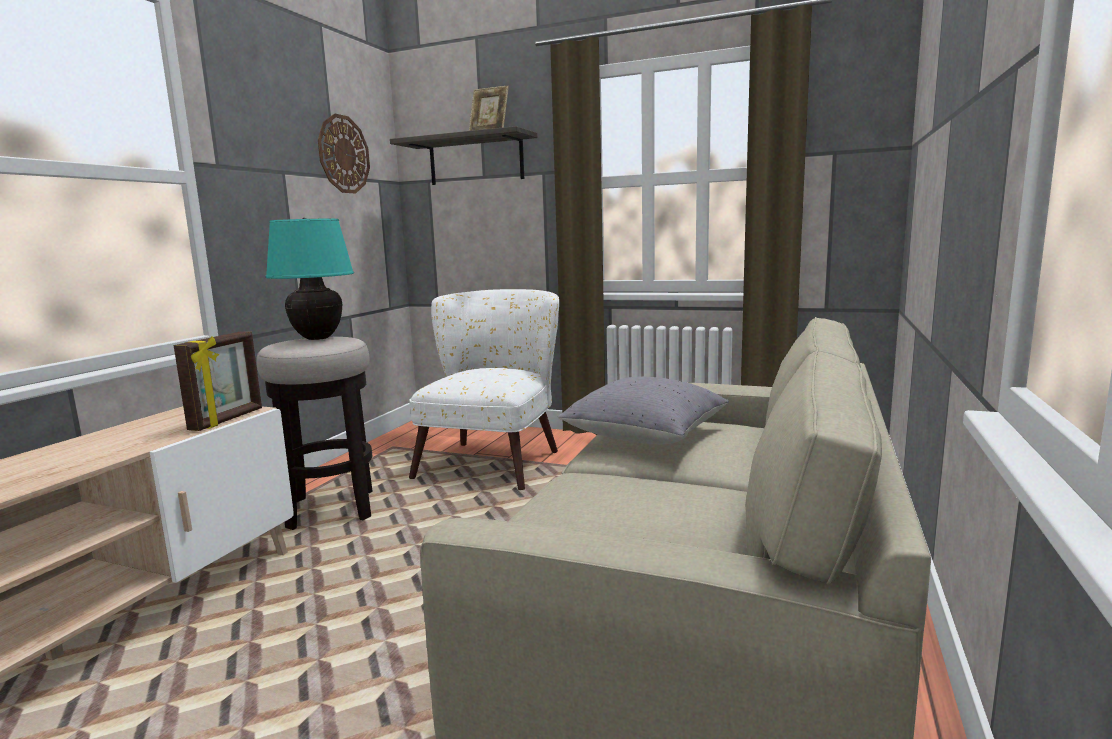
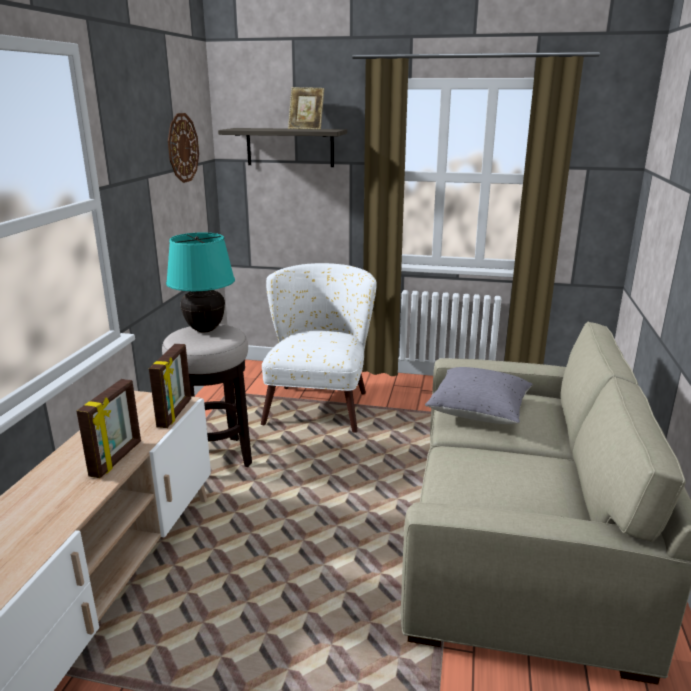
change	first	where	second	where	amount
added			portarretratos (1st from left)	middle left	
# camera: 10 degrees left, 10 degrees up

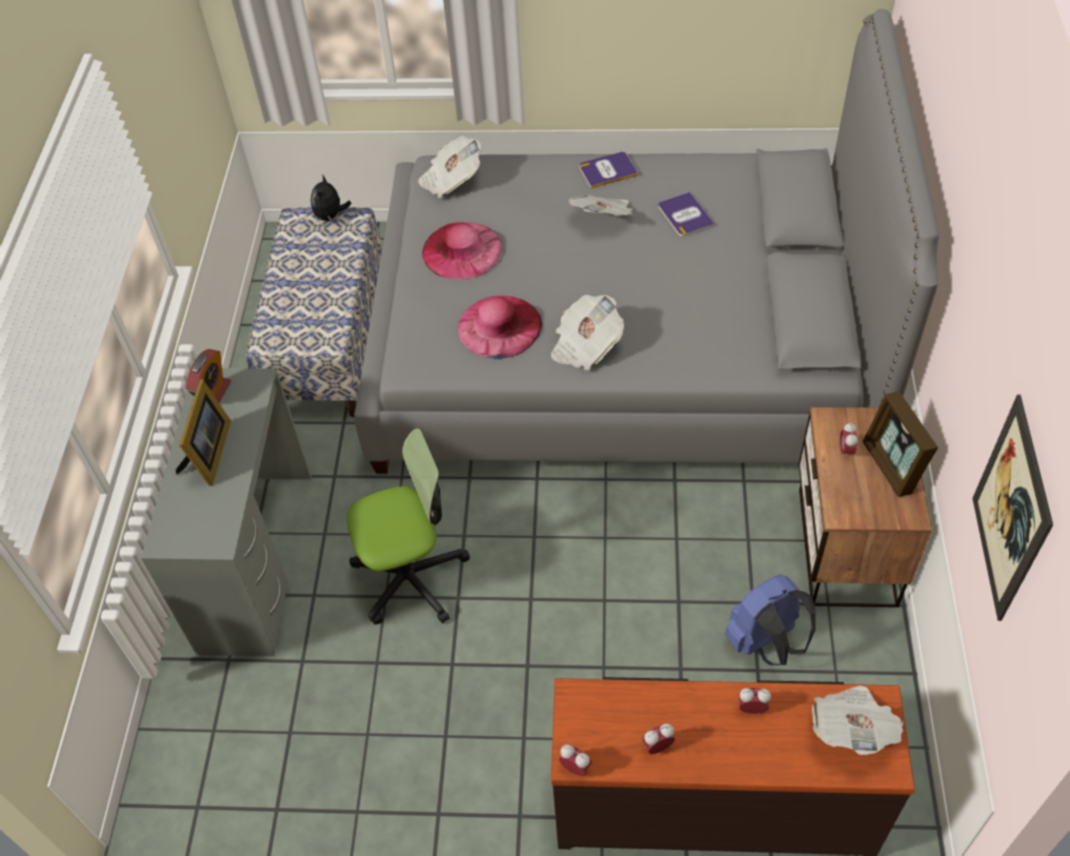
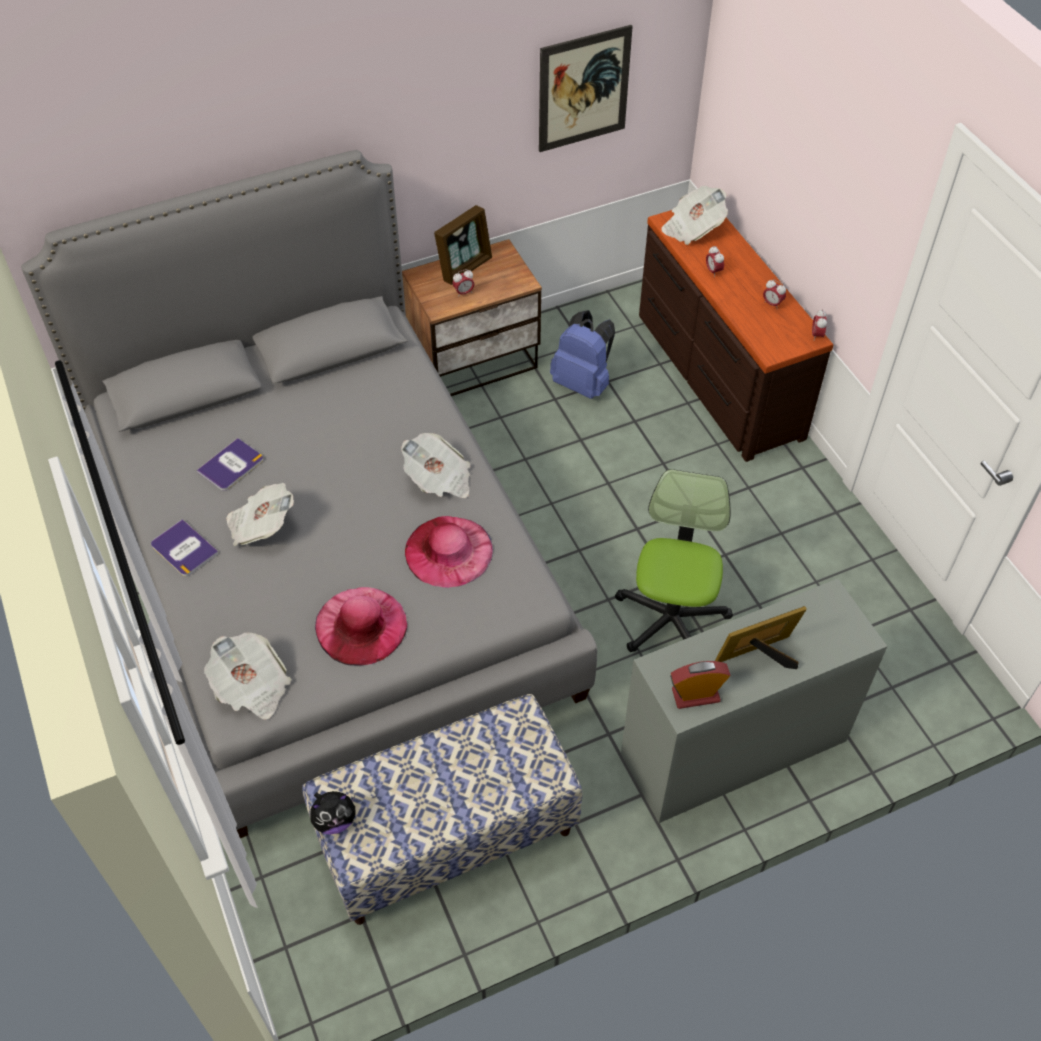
change	first	where	second	where	amount
turned	silla de oficina	centre		centre	60 degrees clockwise
# camera: 120 degrees left, 0 degrees up

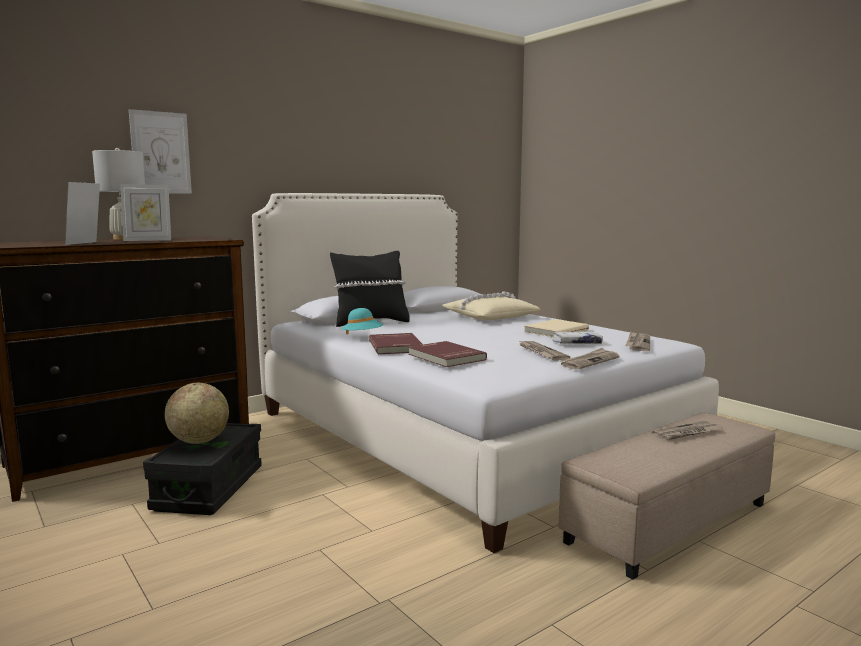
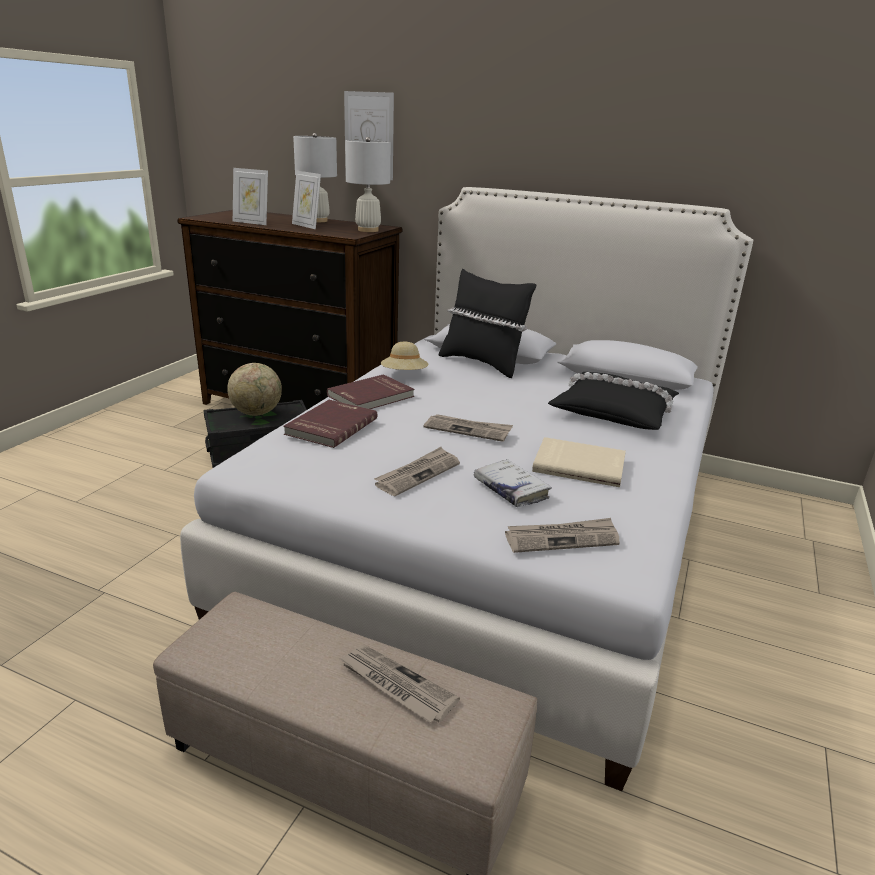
change	first	where	second	where	amount
turned	portarretratos (1st from left)	top left		top left	135 degrees counterclockwise
recoloured	sombrero/turquesa	centre	sombrero/beis	centre	
recoloured	cojín/beis	centre	cojín/negro (2nd from left)	middle right	
moved	periódico (2nd from left in the first image)	middle right	periódico (3rd from left)	centre	
added			lámpara de mesa/blanco (2nd from left)	top centre	
# camera: 60 degrees right, 15 degrees up

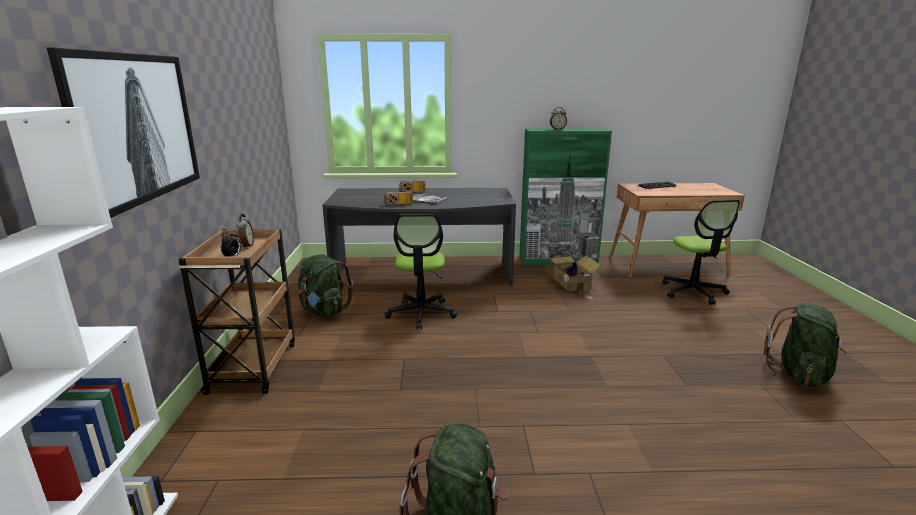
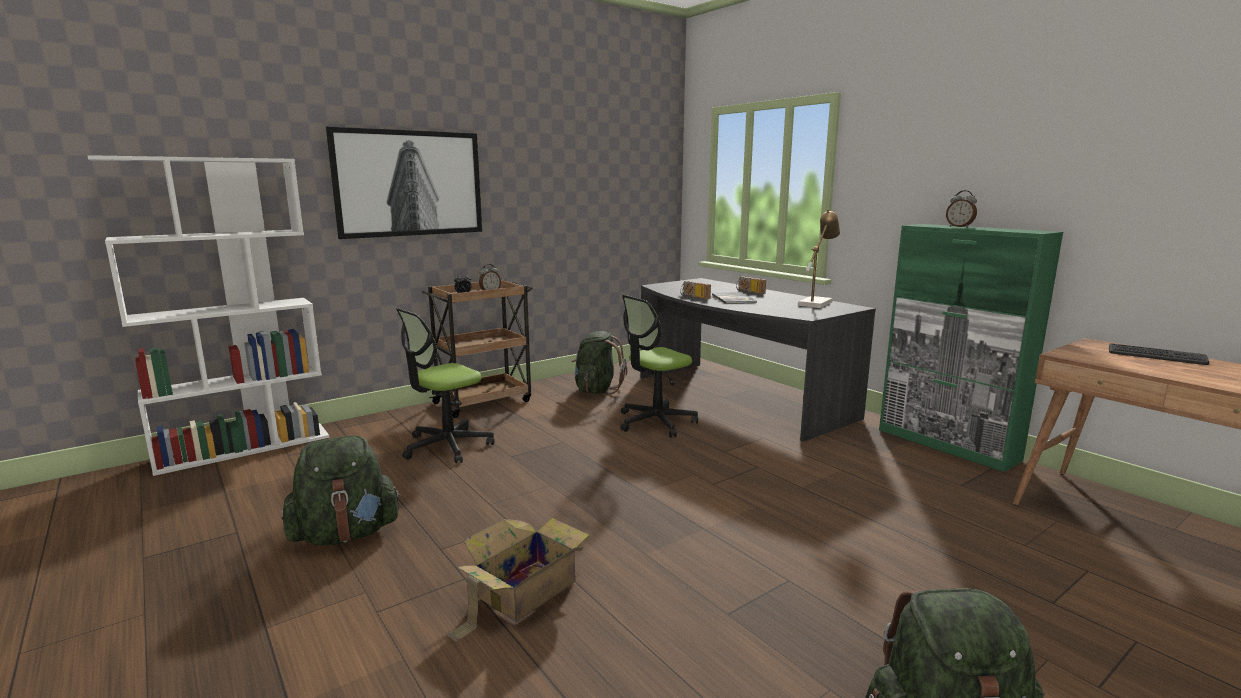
change	first	where	second	where	amount
moved	caja de cartón	centre		bottom centre	
moved	silla de oficina (2nd from left in the first image)	middle right	silla de oficina (1st from left)	centre	
added			lámpara de mesa	centre	
# camera: 55 degrees right, 5 degrees down

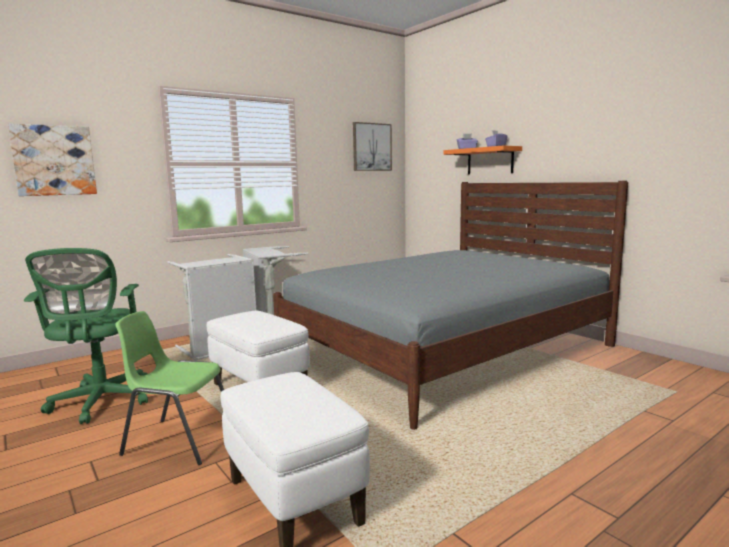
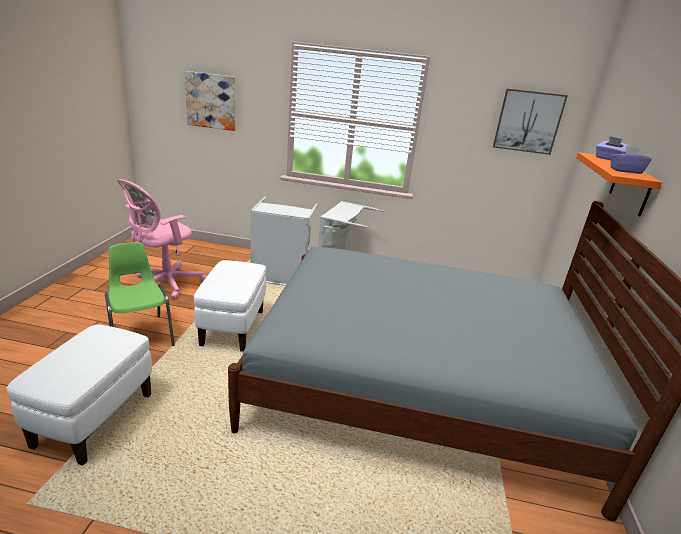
change	first	where	second	where	amount
recoloured	silla de oficina/verde	middle left	silla de oficina/rosa	middle left	
# camera: 45 degrees right, 15 degrees up

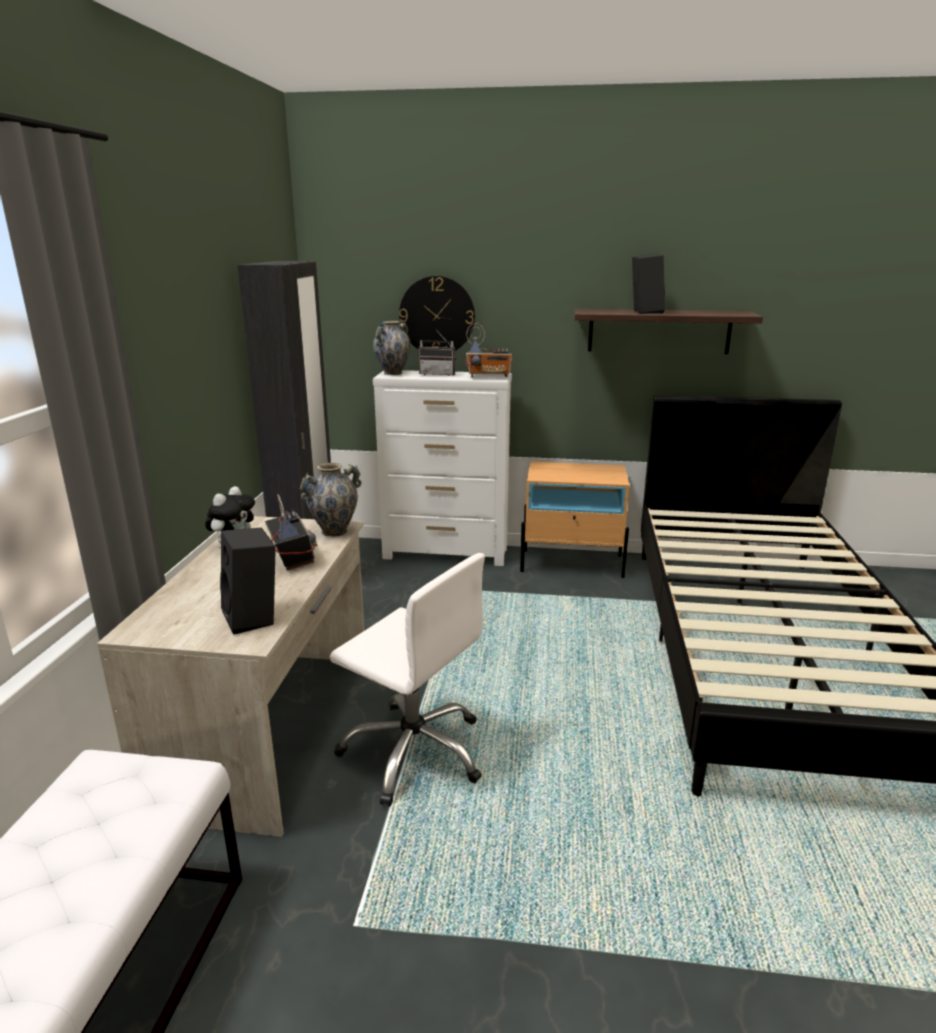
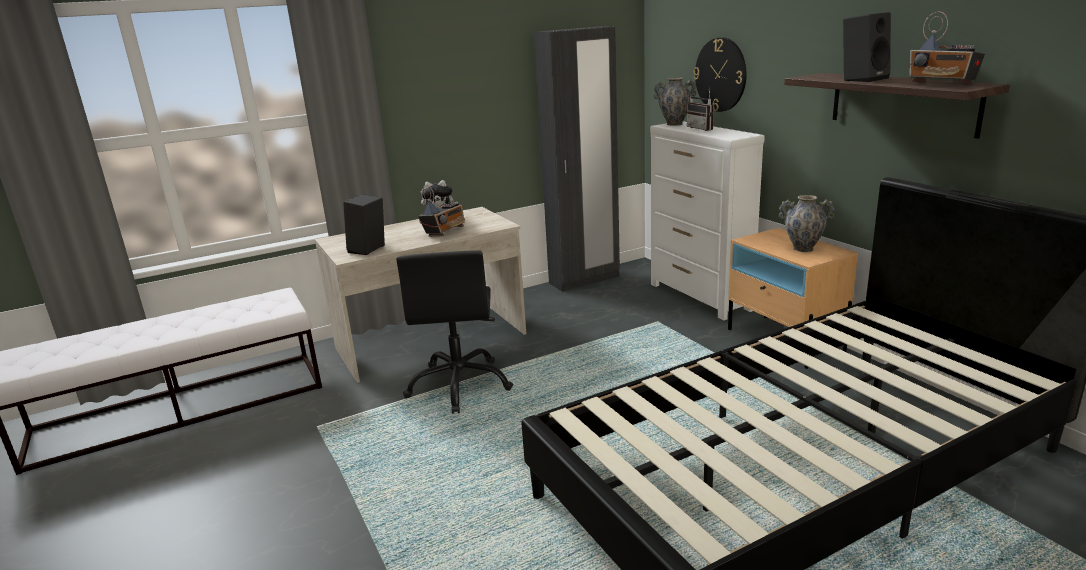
change	first	where	second	where	amount
moved	florero (1st from left in the first image)	centre	florero (2nd from left)	middle right	
recoloured	silla de oficina/blanco	centre	silla de oficina/negro	centre	
moved	radio (3rd from left)	centre		top right	
# camera: 55 degrees right, 0 degrees up

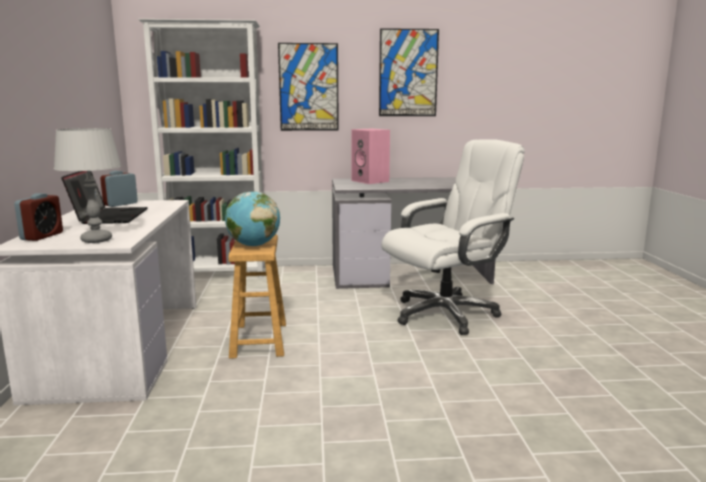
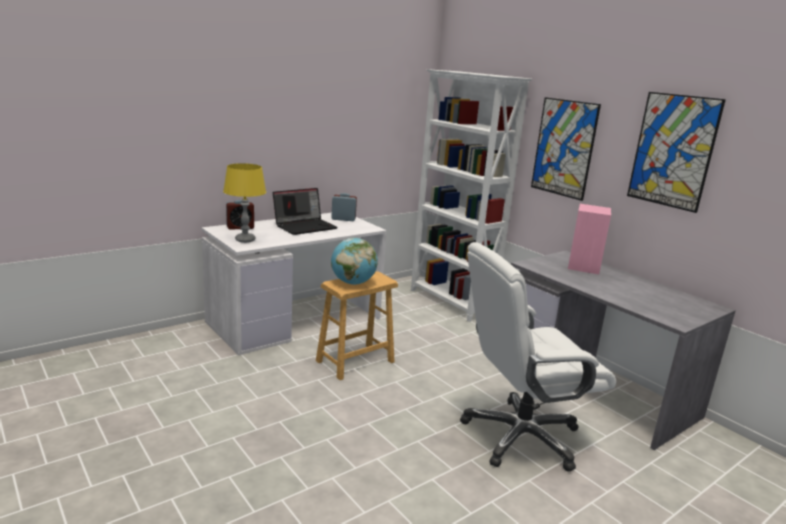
change	first	where	second	where	amount
recoloured	lámpara de mesa/gris	middle left	lámpara de mesa/amarillo	middle left	
turned	silla de oficina/blanco	centre		bottom right	135 degrees clockwise
# camera: 55 degrees right, 5 degrees up

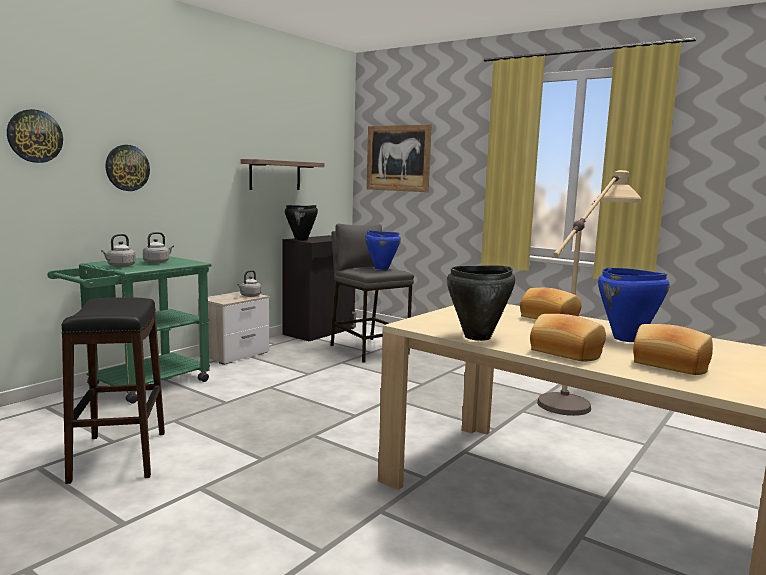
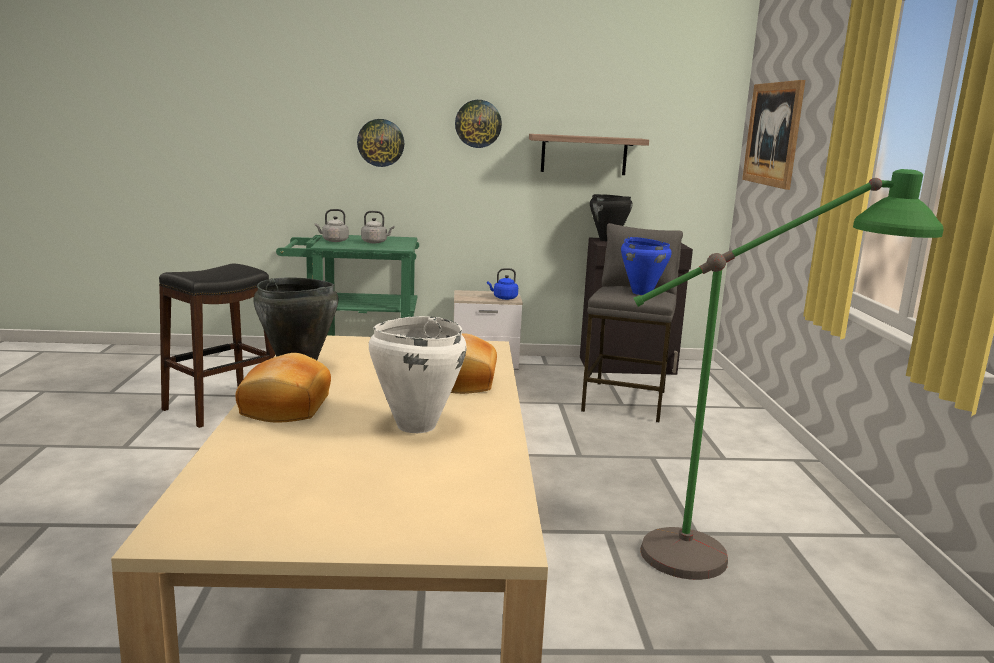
change	first	where	second	where	amount
moved	reloj de pared (1st from left in the first image)	top left	reloj de pared (2nd from left)	top centre	
recoloured	hervidor/gris (3rd from left)	middle left	hervidor/azul	centre	
recoloured	lámpara de pie/beis	middle right	lámpara de pie/verde	middle right	
recoloured	olla/azul (2nd from left)	middle right	olla/blanco	centre	
removed	pan (3rd from left)	middle right			
# camera: 50 degrees right, 5 degrees up

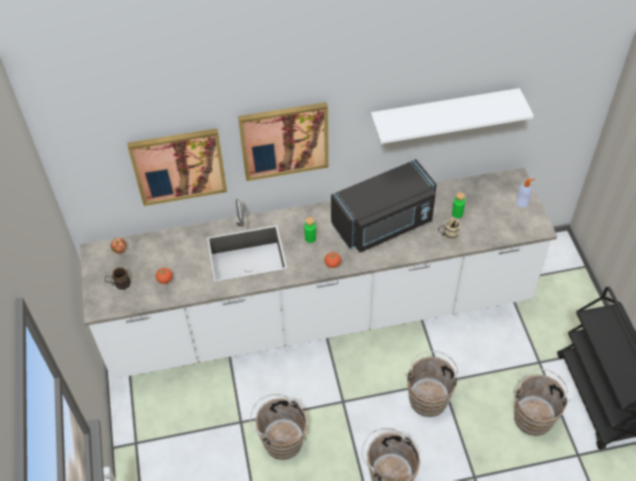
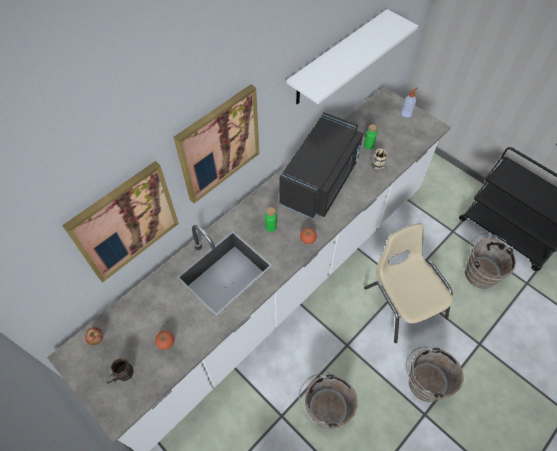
change	first	where	second	where	amount
replaced	cubo/marrón (3rd from left)	bottom right	silla/beis	middle right	
# camera: 35 degrees left, 5 degrees up

